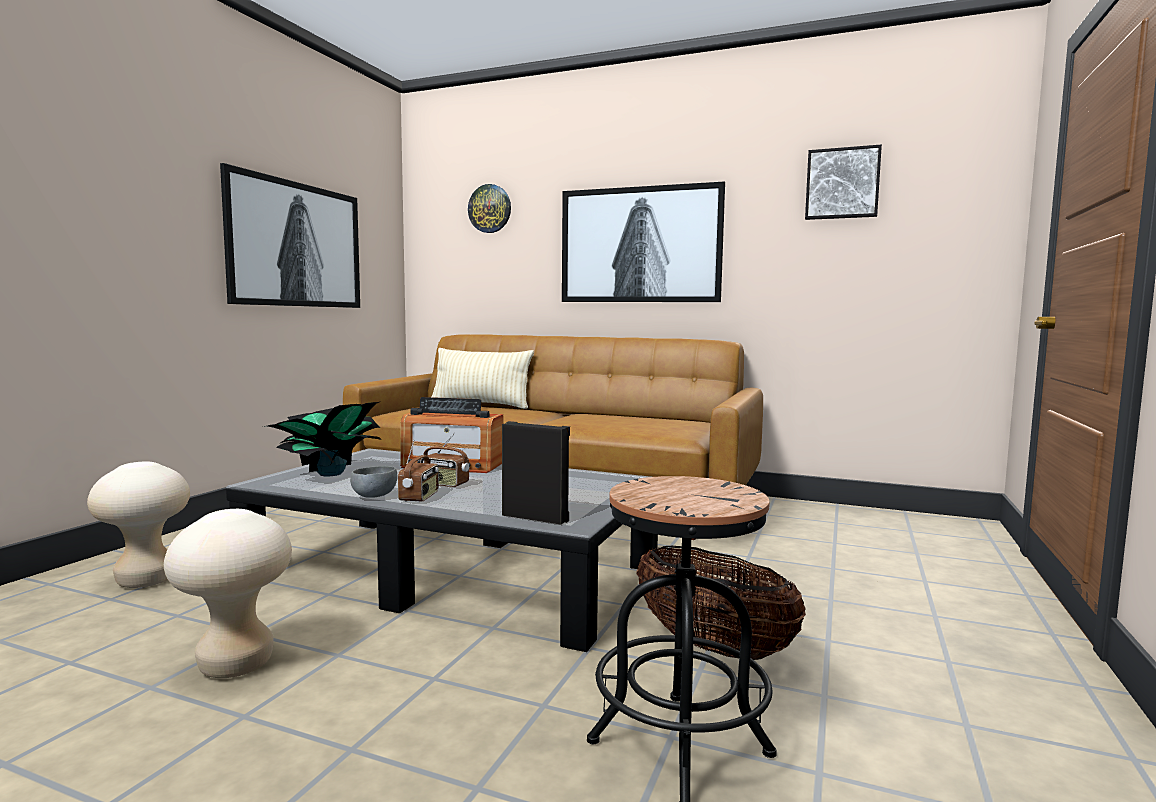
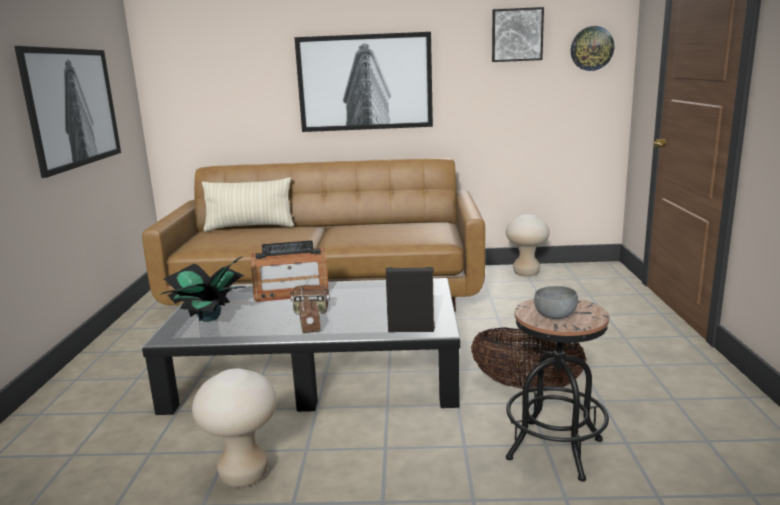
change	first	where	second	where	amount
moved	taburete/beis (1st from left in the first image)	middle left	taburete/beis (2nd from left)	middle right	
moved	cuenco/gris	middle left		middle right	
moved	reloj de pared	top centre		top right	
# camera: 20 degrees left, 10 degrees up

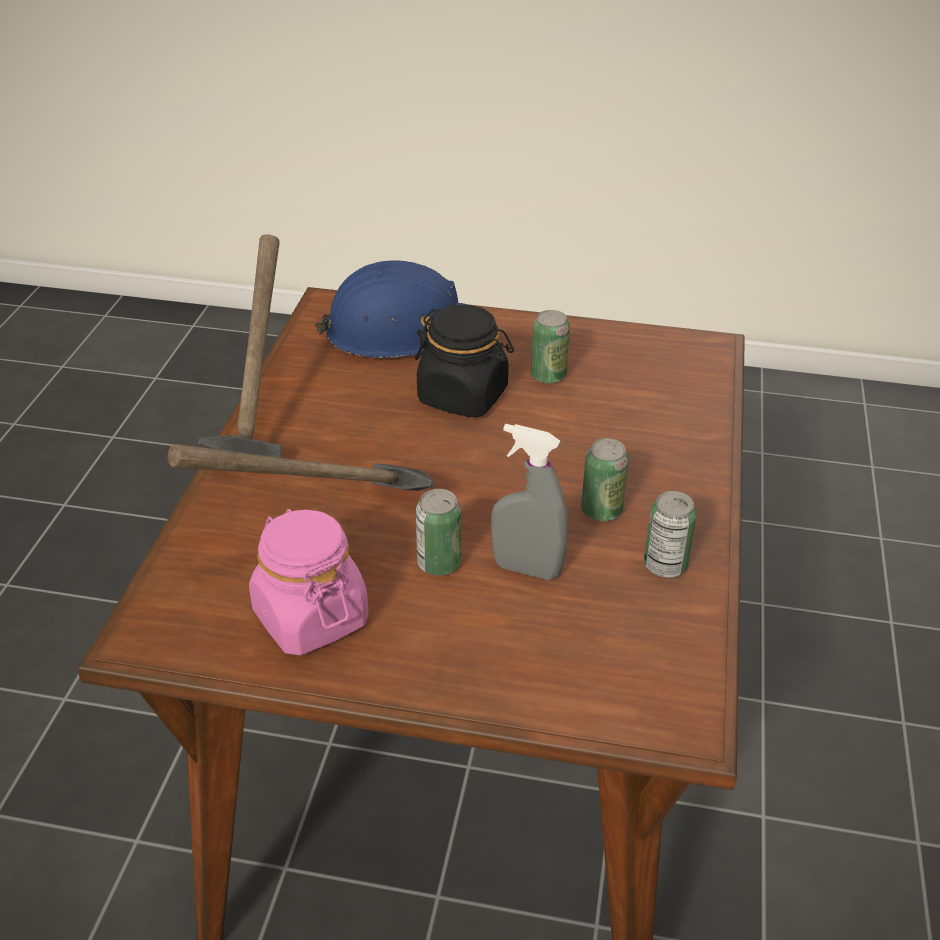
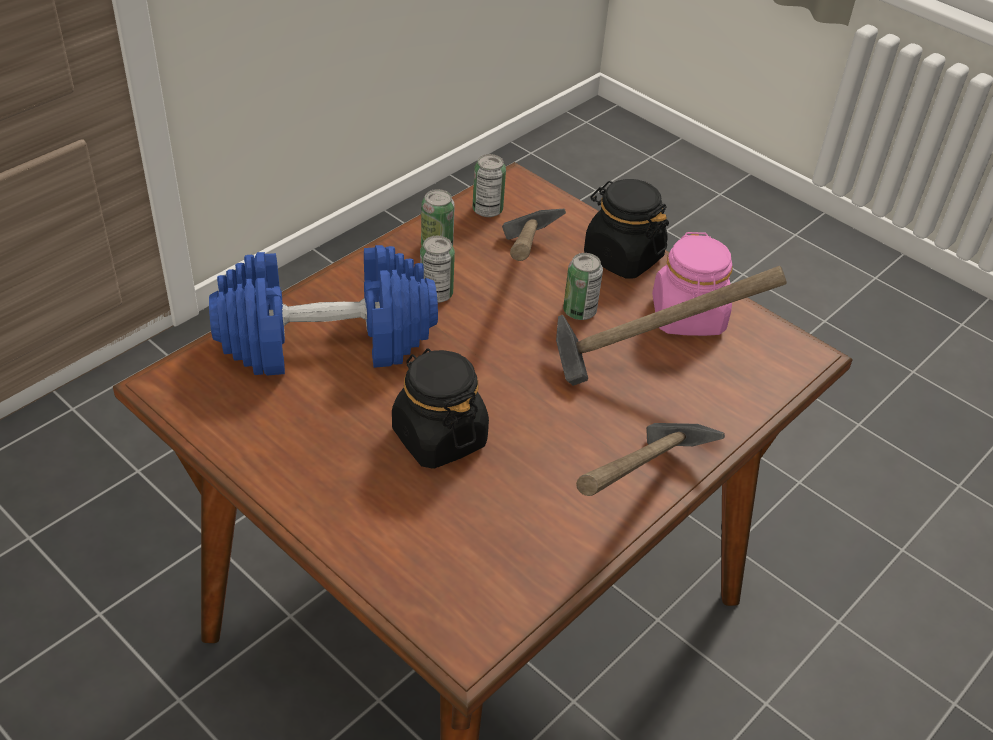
change	first	where	second	where	amount
removed	casco/azul	top centre			
replaced	pulverizador/gris	centre	martillo (1st from left)	top centre	
moved	lata (2nd from left in the first image)	centre	lata (3rd from left)	top centre	
added			mancuerna/azul	middle left	
added			tarro/negro (2nd from left)	top centre	
# camera: 150 degrees left, 5 degrees up

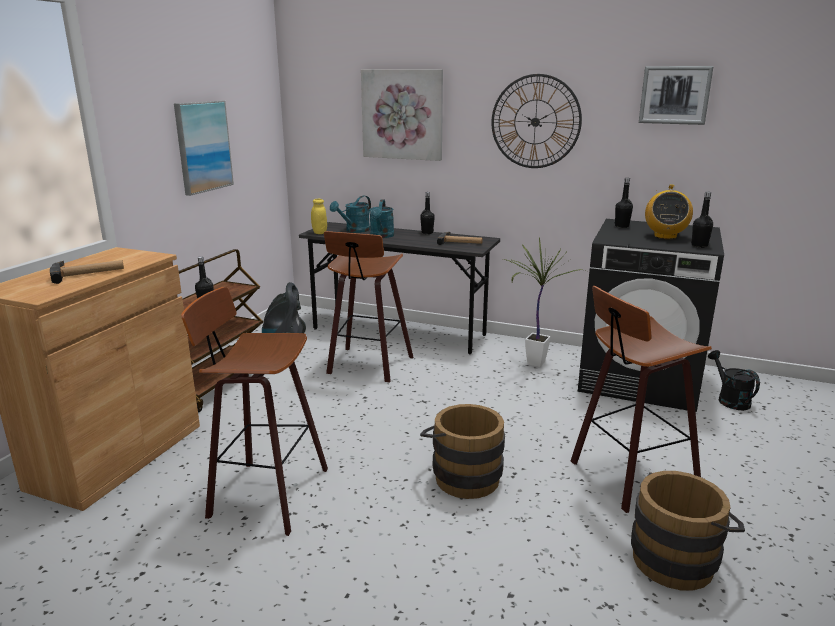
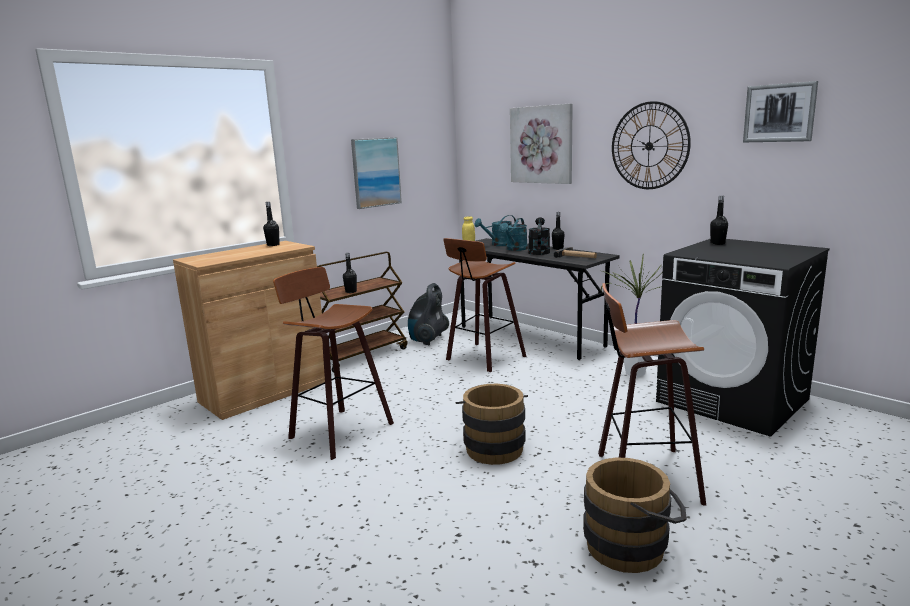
change	first	where	second	where	amount
removed	martillo (1st from left)	middle left			
removed	radio	middle right			
moved	botella/negro (4th from left in the first image)	middle right	botella/negro (1st from left)	middle left	
moved	regadera/negro	middle right		centre	
# camera: 25 degrees right, 5 degrees down

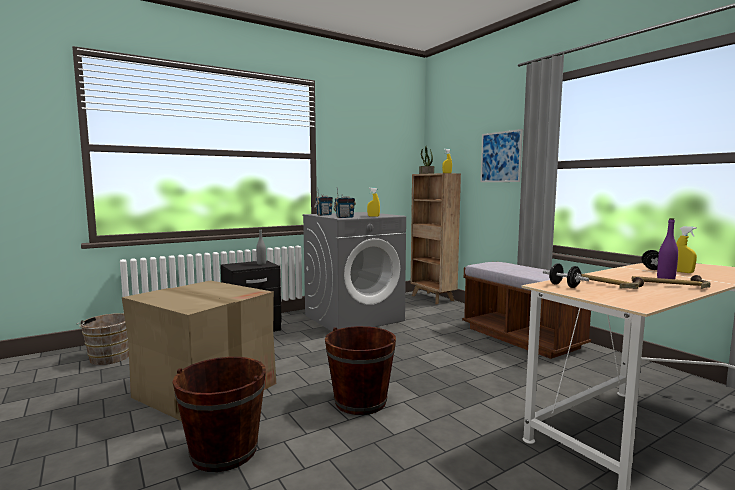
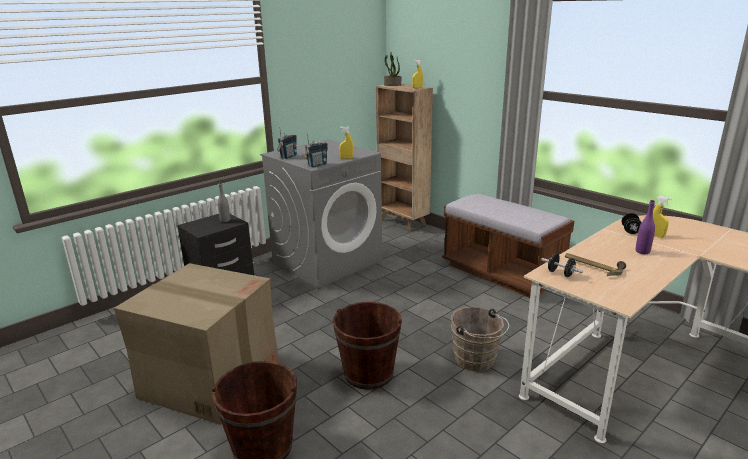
change	first	where	second	where	amount
moved	cubo/marrón (1st from left in the first image)	bottom left	cubo/marrón (3rd from left)	bottom centre	
removed	cuadro	top right			
removed	martillo (2nd from left)	middle right			
# camera: 10 degrees left, 15 degrees up

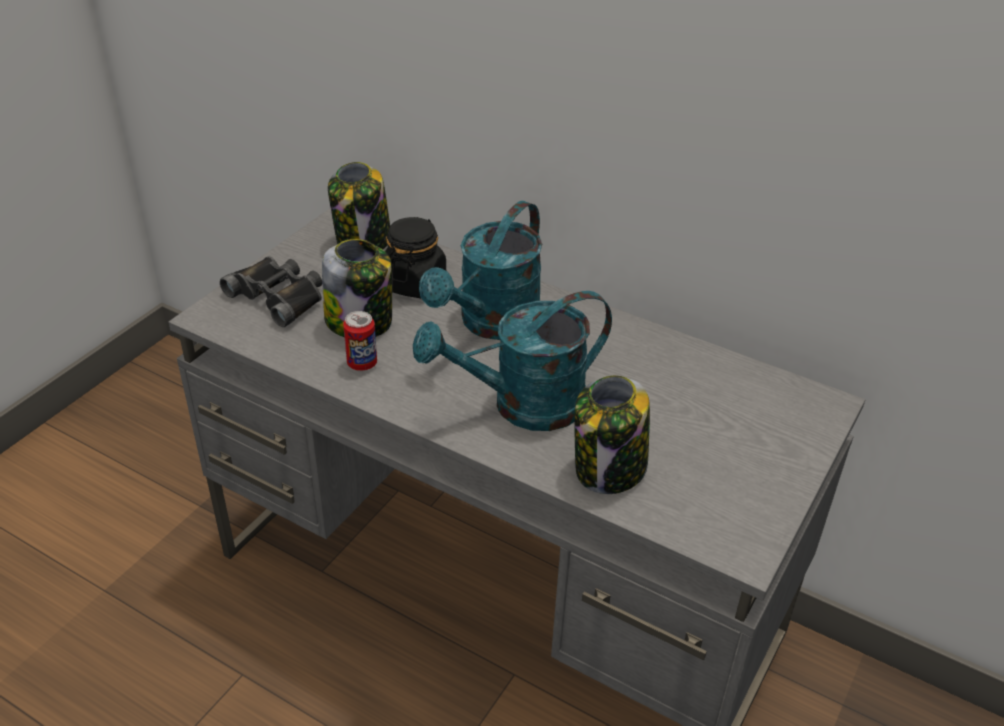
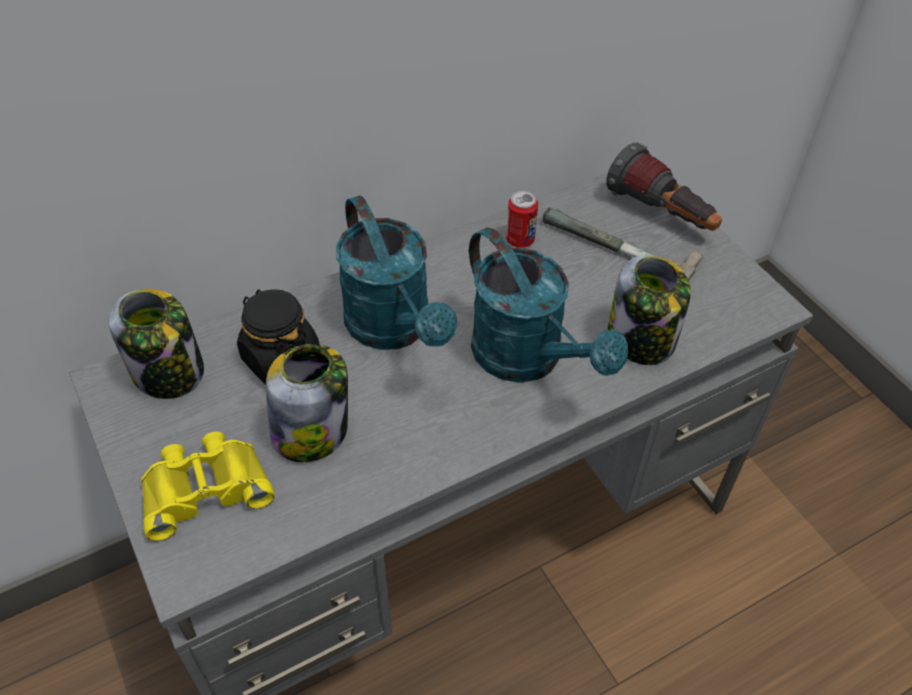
change	first	where	second	where	amount
recoloured	prismáticos/negro	middle left	prismáticos/amarillo	bottom left	
moved	lata	centre		top centre	
turned	regadera/turquesa (2nd from left)	centre		centre	45 degrees counterclockwise
added			martillo	middle right	
added			linterna	top right	
# camera: 60 degrees left, 10 degrees up

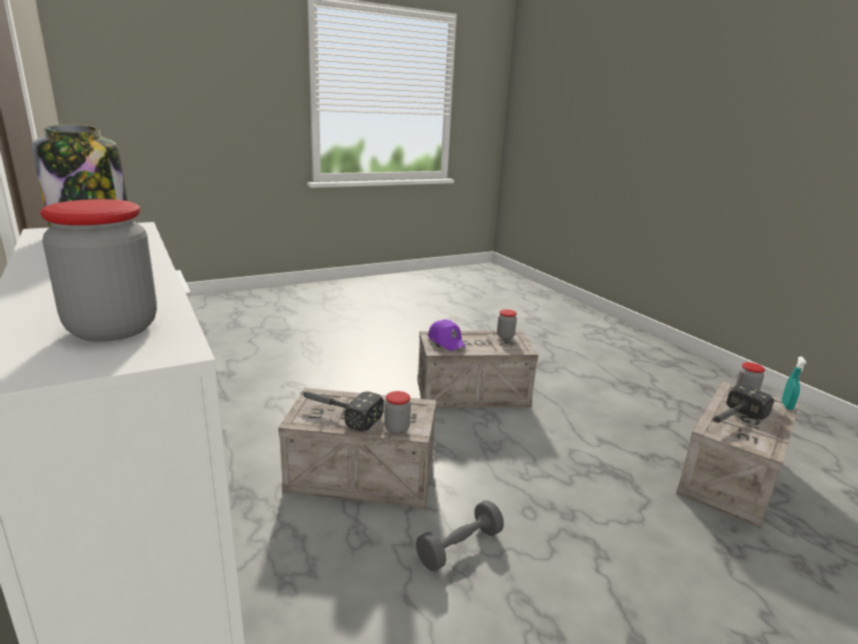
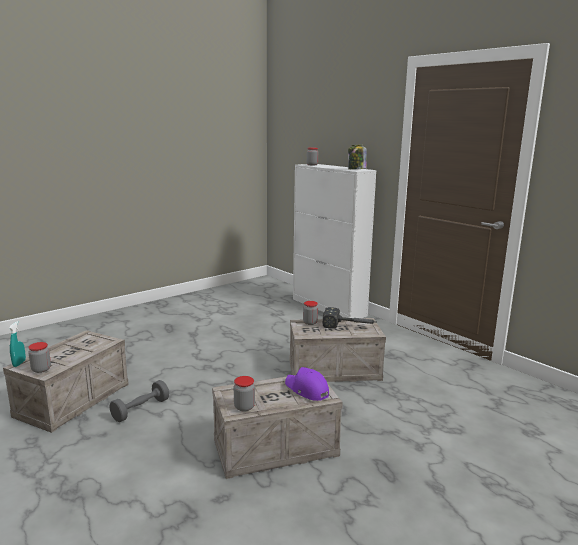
change	first	where	second	where	amount
moved	mancuerna/gris	bottom centre		bottom left	
removed	martillo (2nd from left)	middle right			
# camera: 170 degrees right, 5 degrees down

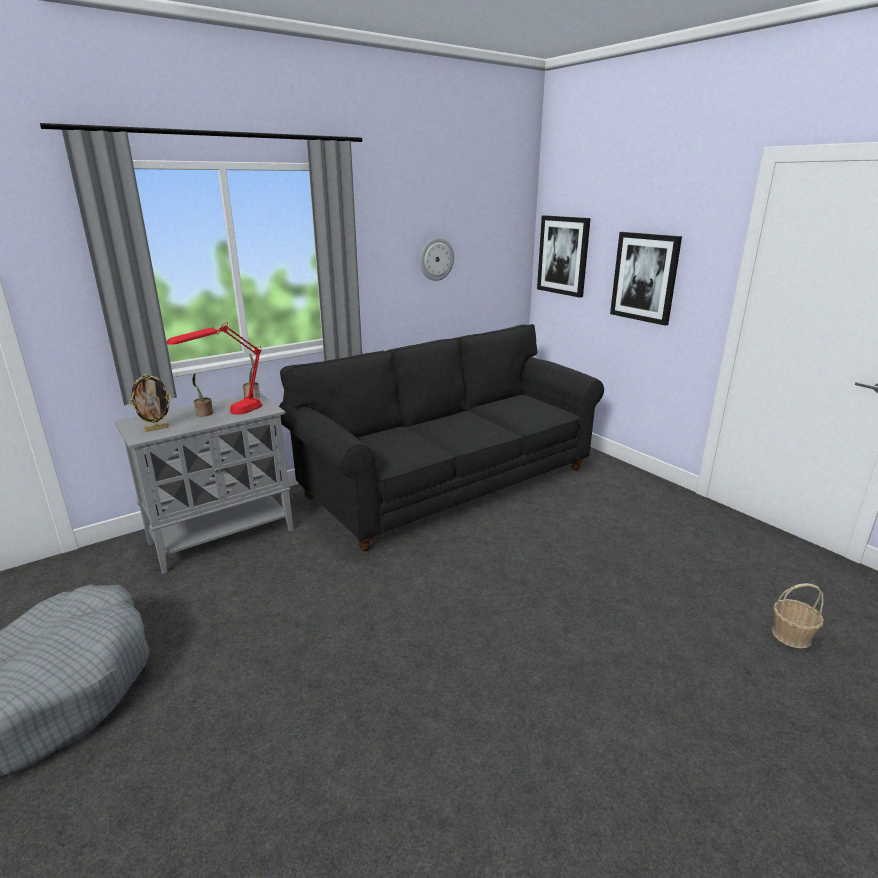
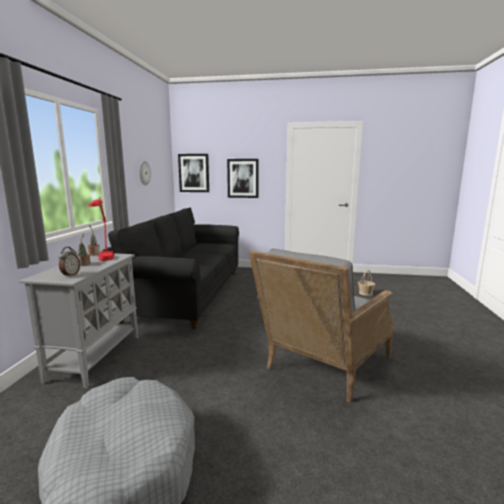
change	first	where	second	where	amount
replaced	portarretratos	middle left	despertador	middle left	
added			sillón/gris	centre	
# camera: 45 degrees left, 10 degrees down

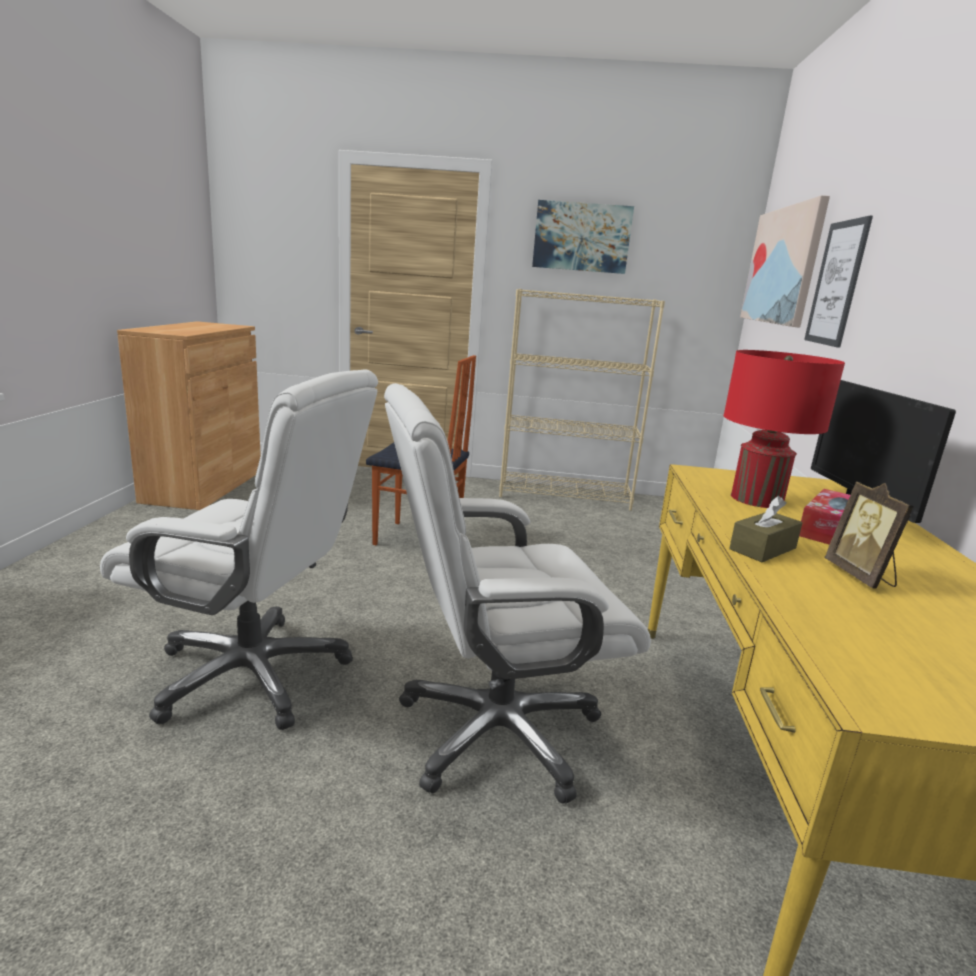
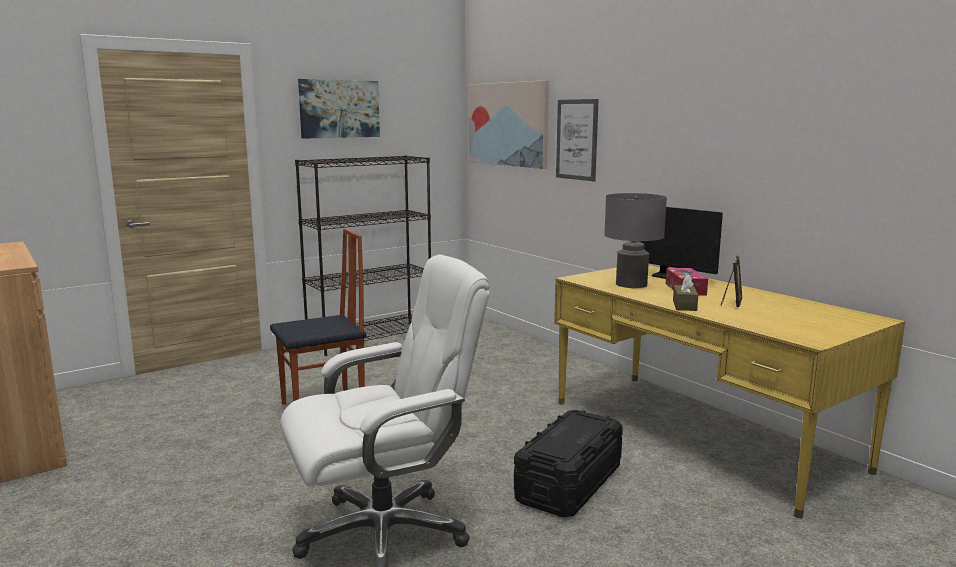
change	first	where	second	where	amount
replaced	silla de oficina/blanco (2nd from left)	centre	caja de almacenaje/negro	bottom centre	
recoloured	estantería/beis	centre	estantería/negro	centre	
recoloured	lámpara de mesa/rojo	middle right	lámpara de mesa/gris	centre	
turned	portarretratos	middle right		middle right	105 degrees counterclockwise
# camera: 40 degrees left, 5 degrees down

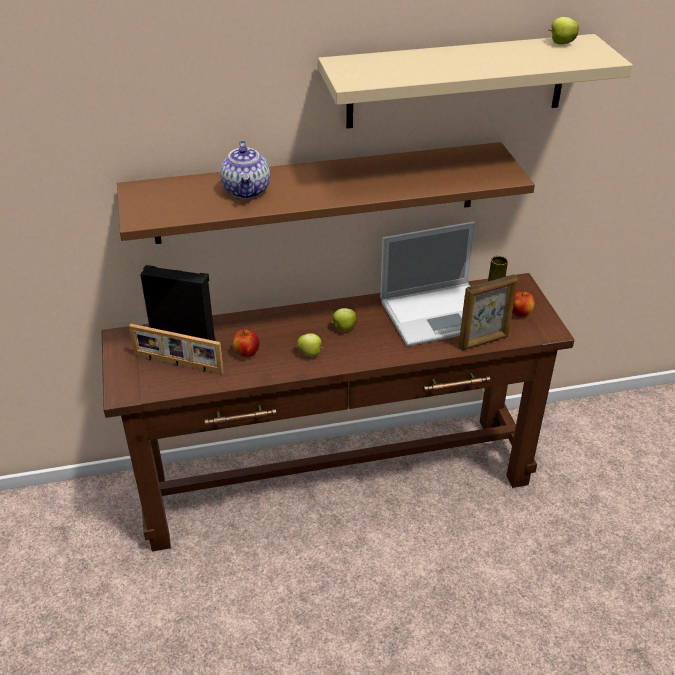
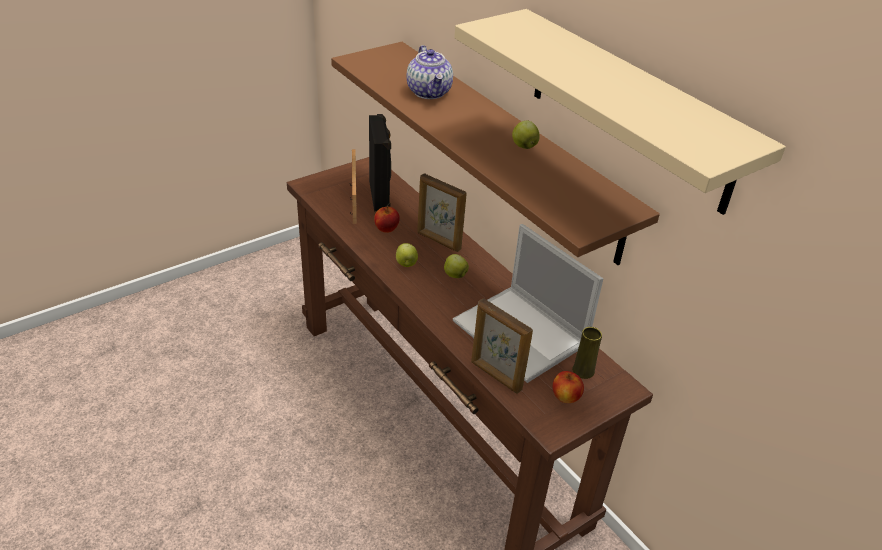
change	first	where	second	where	amount
turned	tetera	top centre		top centre	75 degrees counterclockwise
moved	manzana (5th from left in the first image)	top right	manzana (4th from left)	top centre	
added			portarretratos (2nd from left)	centre	
# camera: 65 degrees right, 0 degrees up

